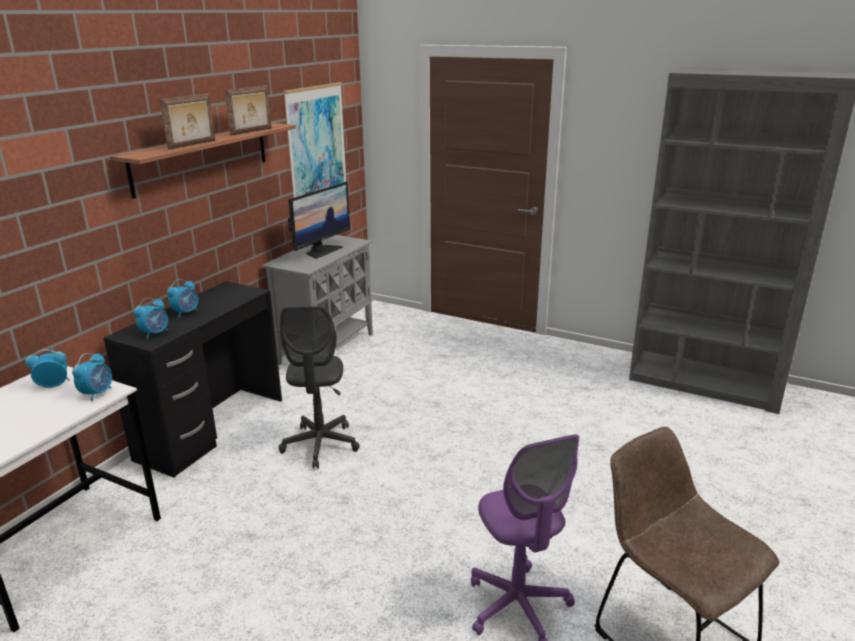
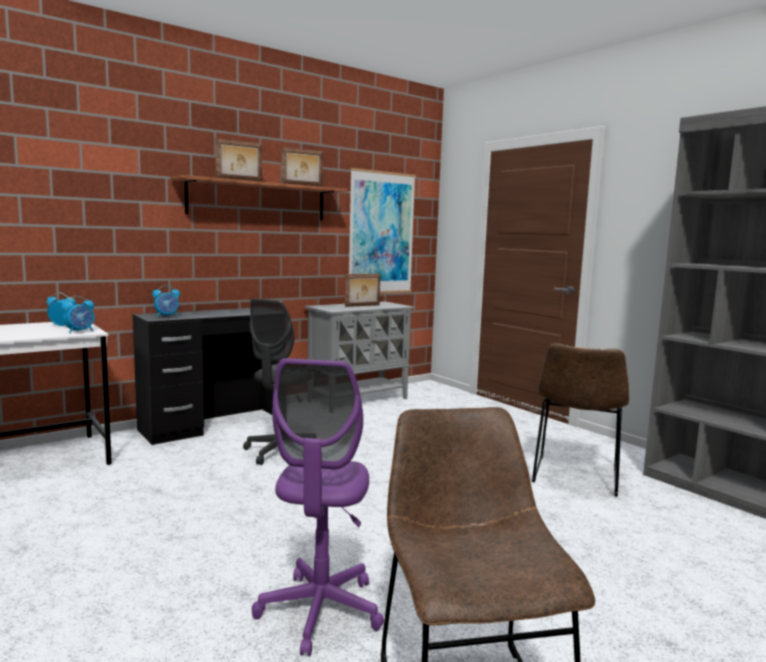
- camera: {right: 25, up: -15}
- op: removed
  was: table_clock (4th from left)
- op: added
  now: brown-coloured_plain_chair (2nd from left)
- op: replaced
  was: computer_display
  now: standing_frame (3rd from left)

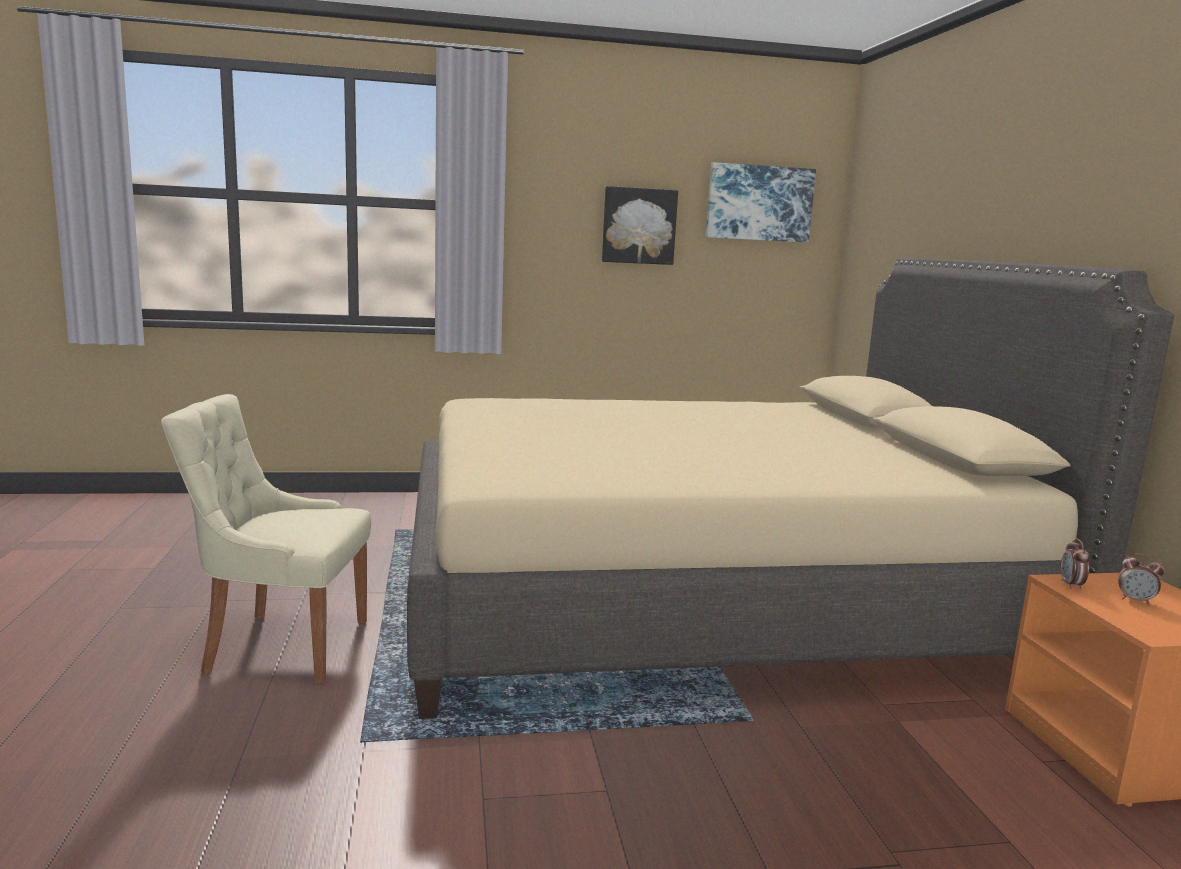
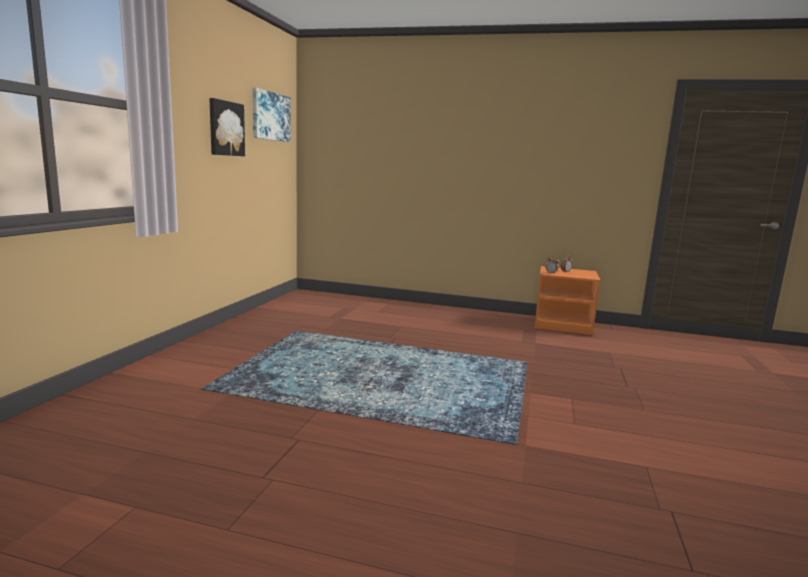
- camera: {right: -65, up: 0}
- op: removed
  was: beige-coloured_plain_chair
- op: removed
  was: beige-coloured_bedroom_bed

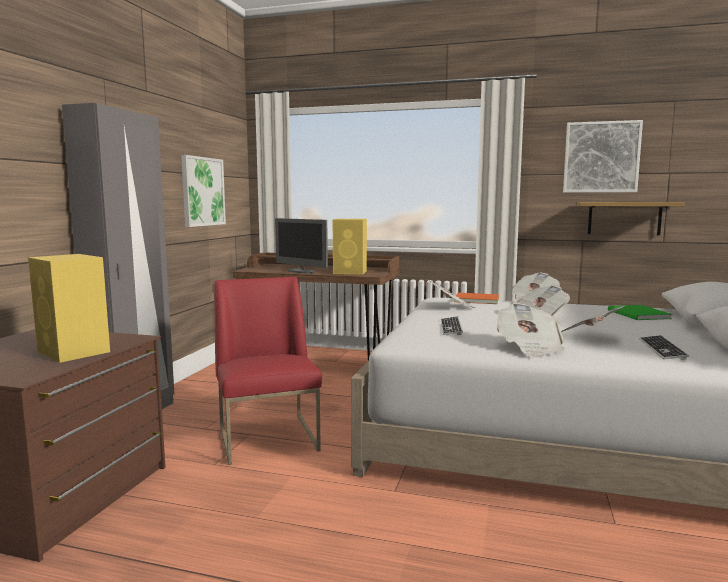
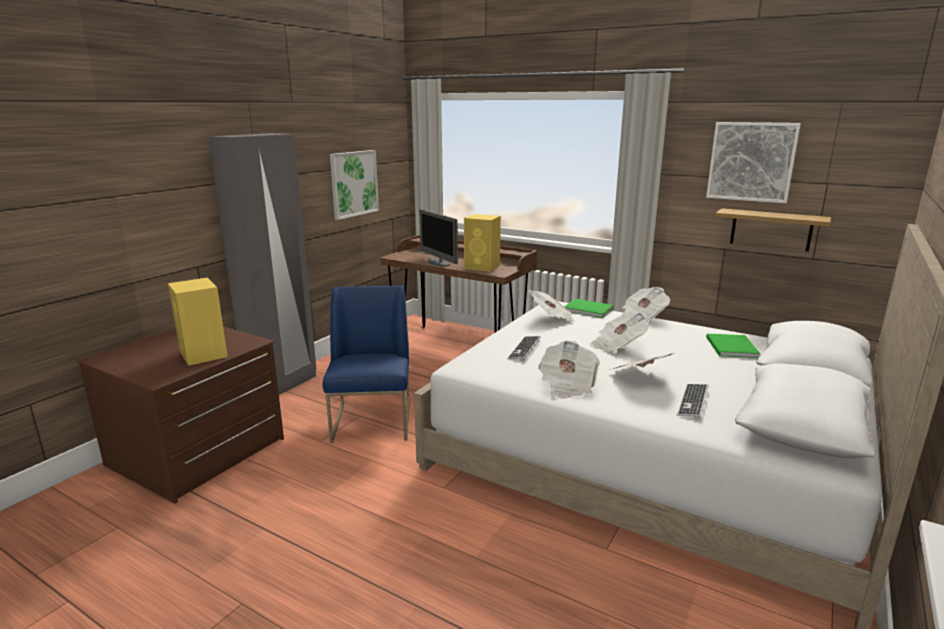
- camera: {right: 15, up: 10}
- op: recoloured
  was: red-coloured_plain_chair
  now: blue_plain_chair
- op: recoloured
  was: orange_book
  now: green-coloured_book (1st from left)

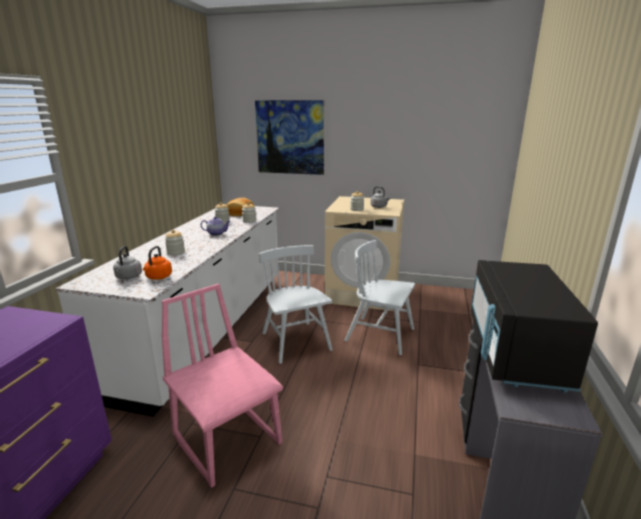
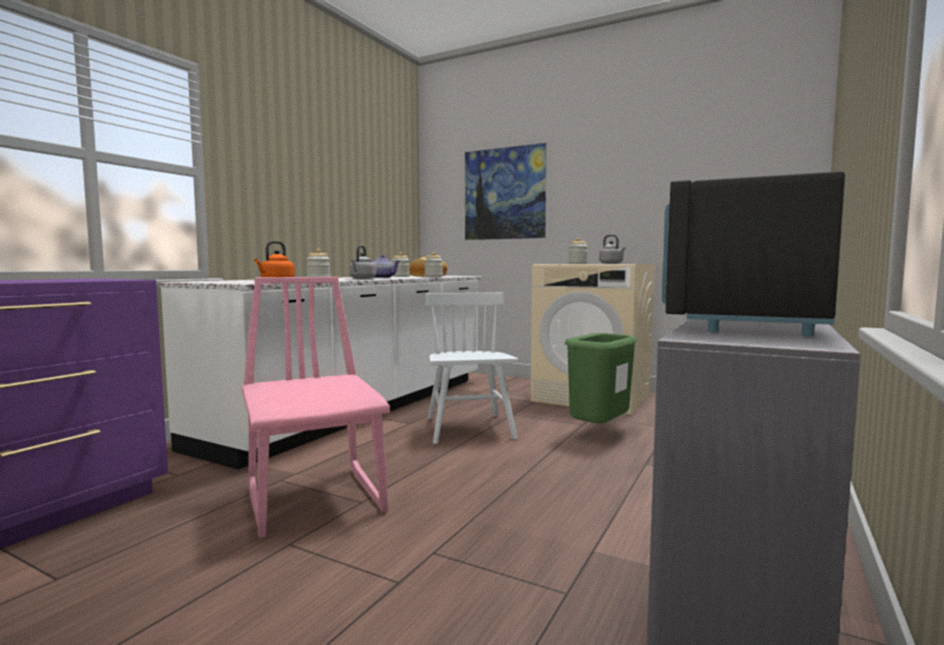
- camera: {right: 15, up: -15}
- op: moved
  was: gray_tea_kettle (1st from left)
- op: replaced
  was: white-coloured_plain_chair (2nd from left)
  now: green-coloured_trash_can

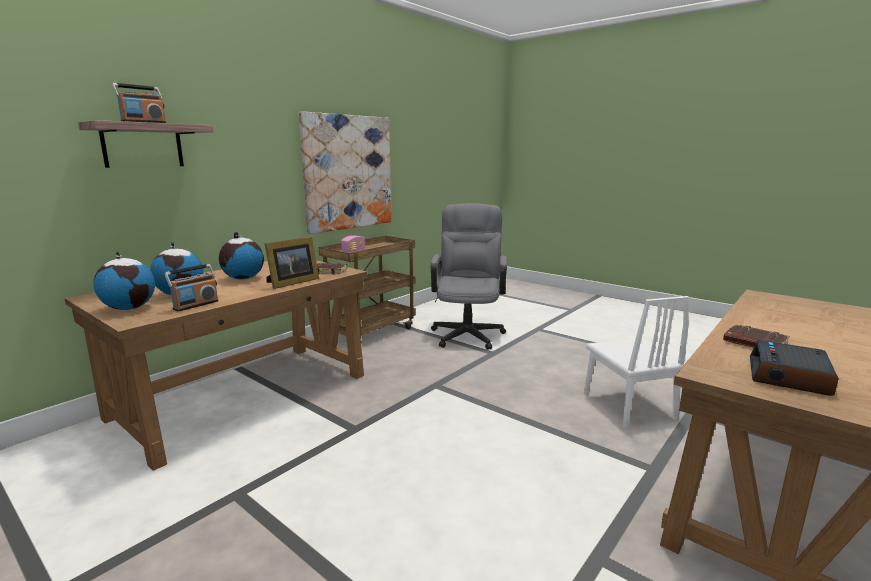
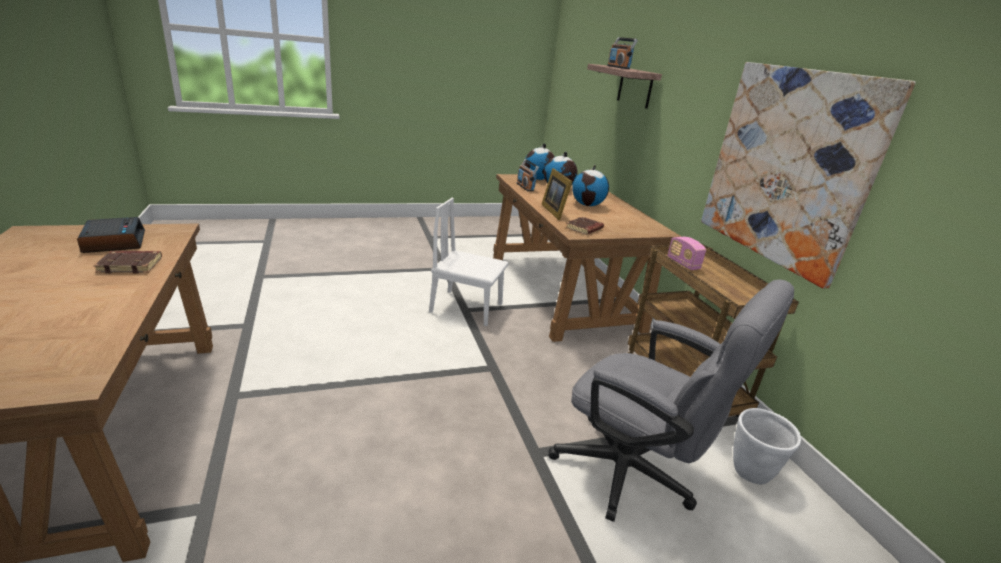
- camera: {right: 120, up: 10}
- op: added
  now: white-coloured_planter
- op: moved
  was: white-coloured_plain_chair

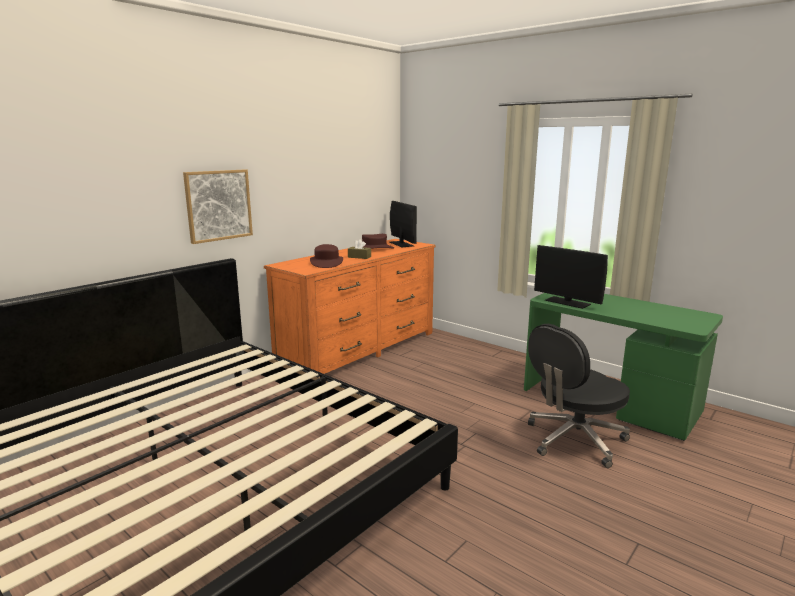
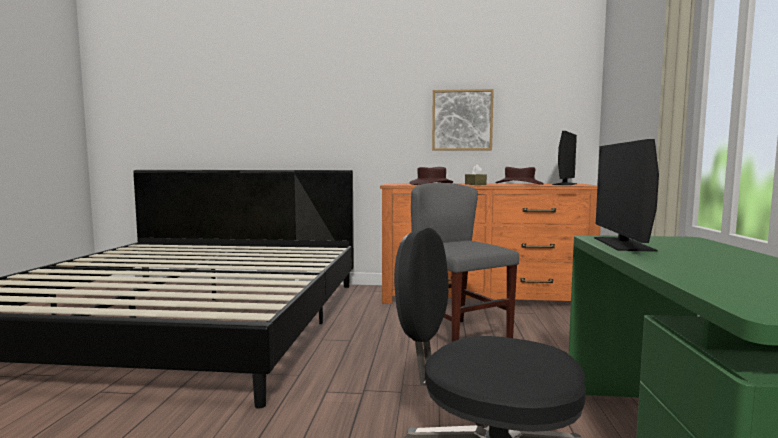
- camera: {right: 55, up: -10}
- op: added
  now: gray_plain_chair
- op: moved
  was: picture

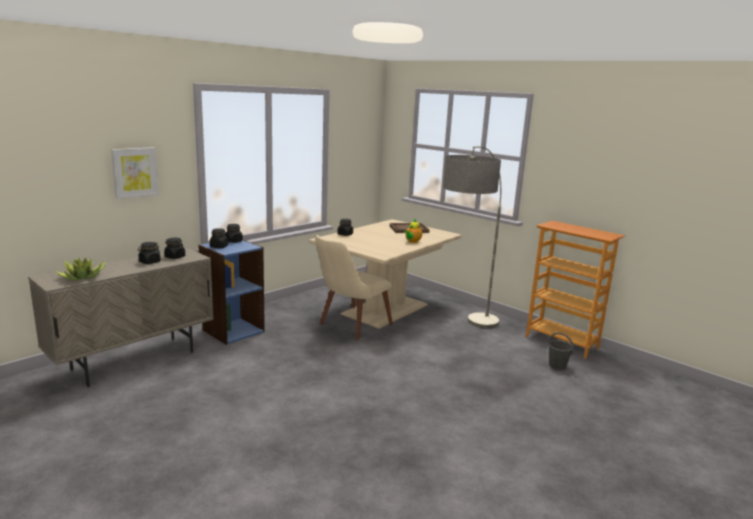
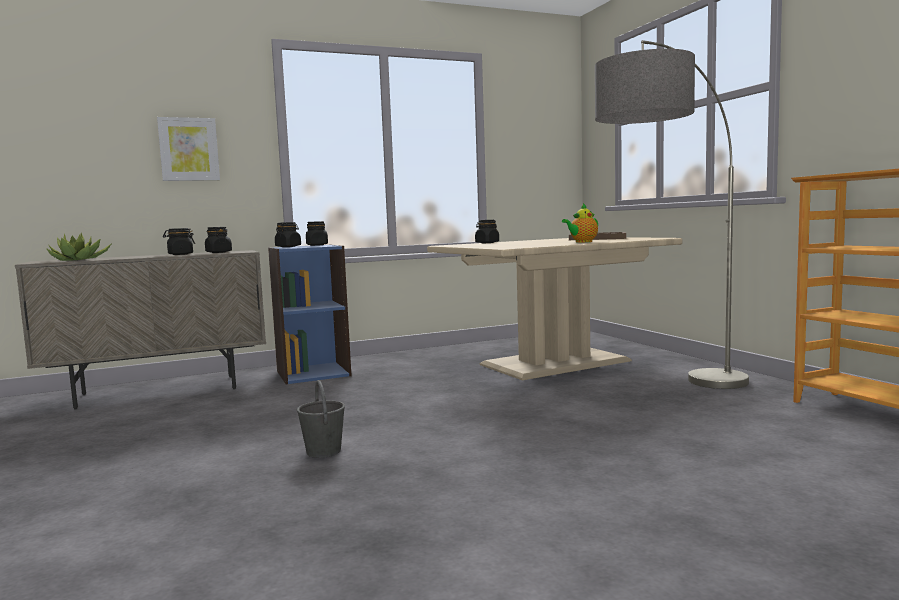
- camera: {right: 25, up: -10}
- op: removed
  was: beige-coloured_plain_chair
- op: moved
  was: gray_water_bucket

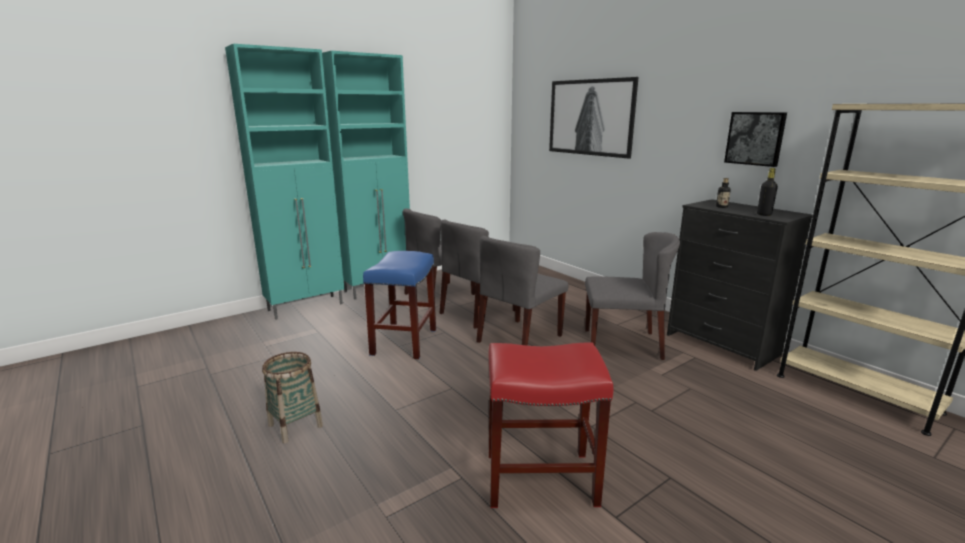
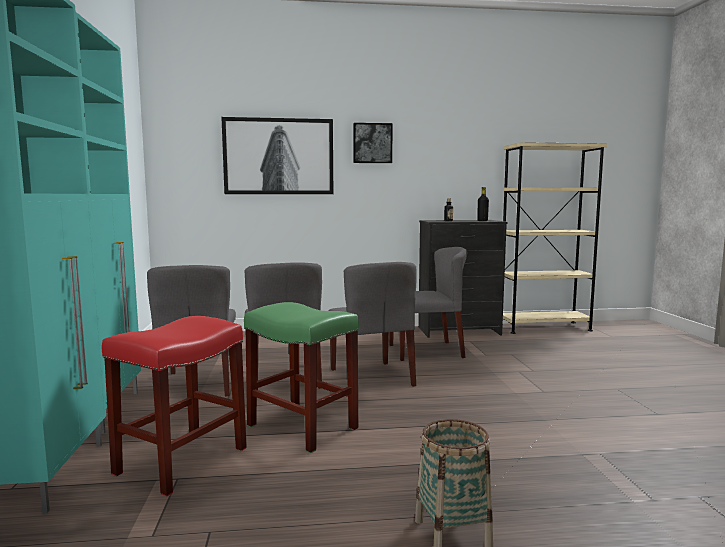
- camera: {right: -60, up: -10}
- op: moved
  was: red-coloured_stool
- op: moved
  was: picture (2nd from left)
- op: recoloured
  was: blue_stool
  now: green-coloured_stool
- op: turned
  was: gray_plain_chair (4th from left)
  clockwise: 45

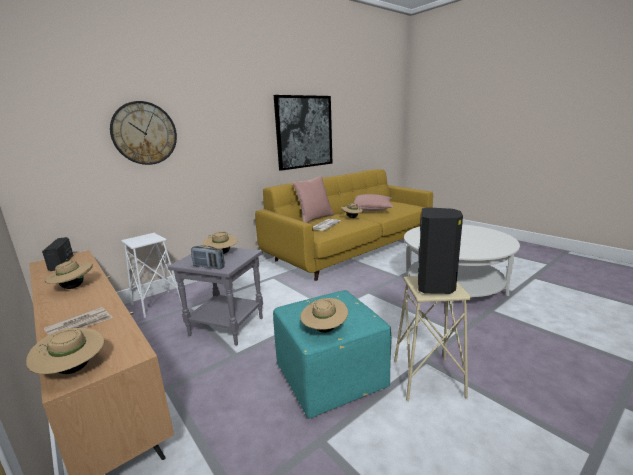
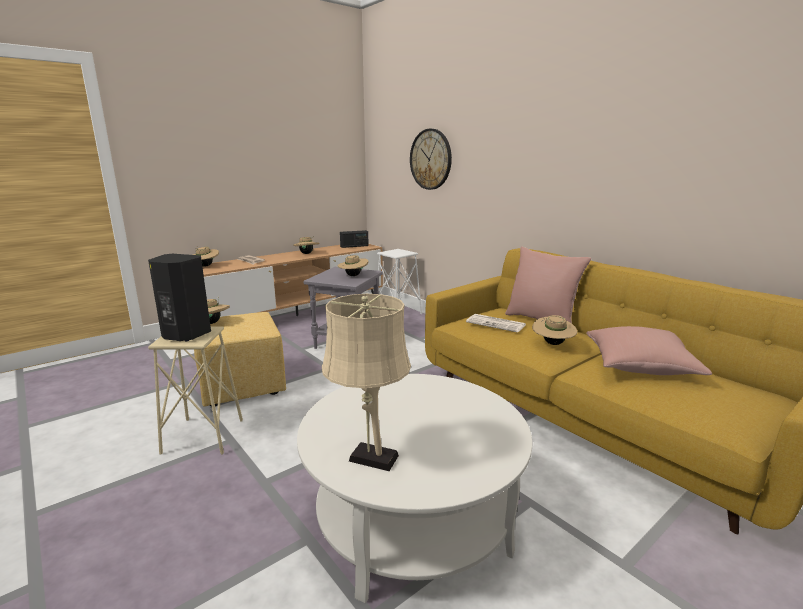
- camera: {right: 90, up: 0}
- op: removed
  was: radio (2nd from left)
- op: removed
  was: picture
- op: added
  now: beige-coloured_tabletop_lamp
- op: recoloured
  was: blue-green_footrest
  now: yellow_footrest

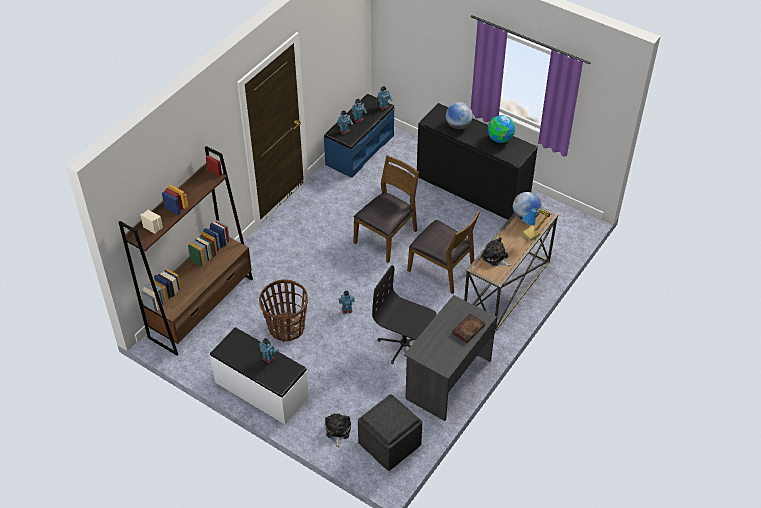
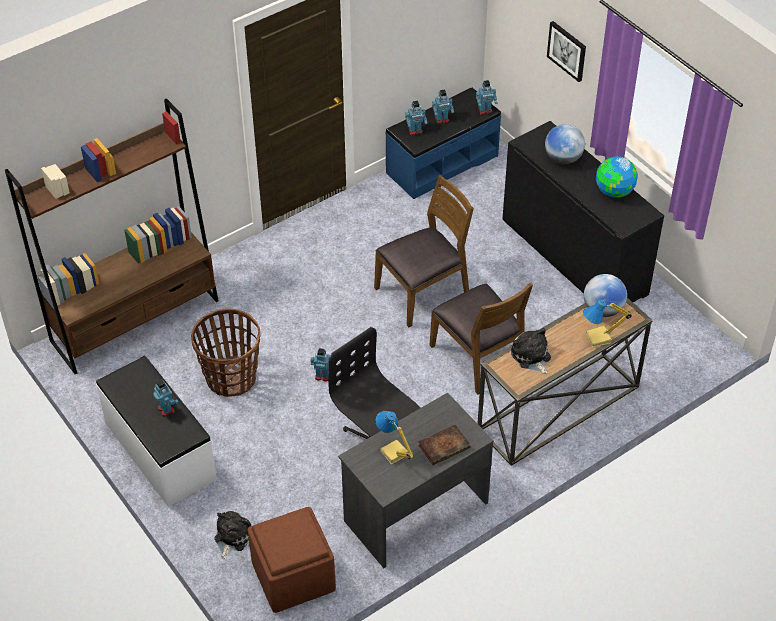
- camera: {right: 20, up: 0}
- op: added
  now: tabletop_lamp (1st from left)
- op: added
  now: picture
- op: recoloured
  was: gray_footrest
  now: brown-coloured_footrest

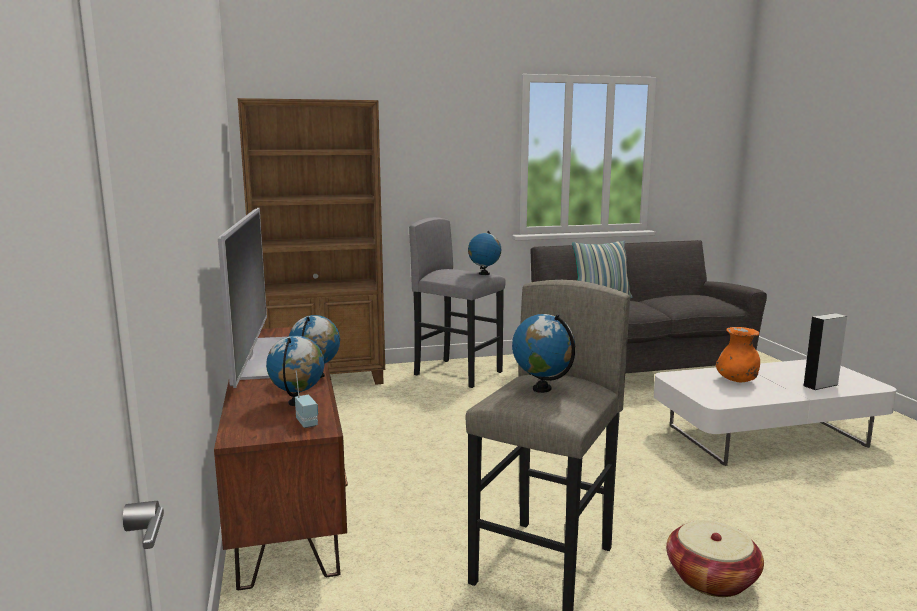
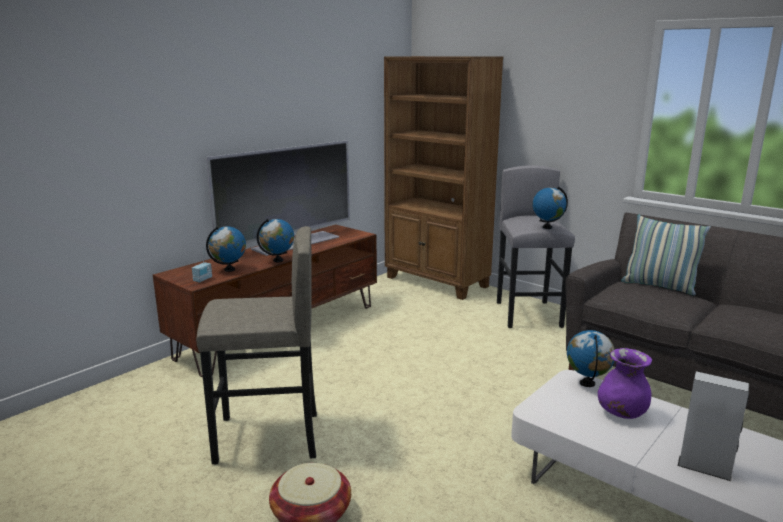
- camera: {right: 55, up: 5}
- op: moved
  was: globe (4th from left)
- op: recoloured
  was: orange_decorative_vase
  now: purple_decorative_vase

